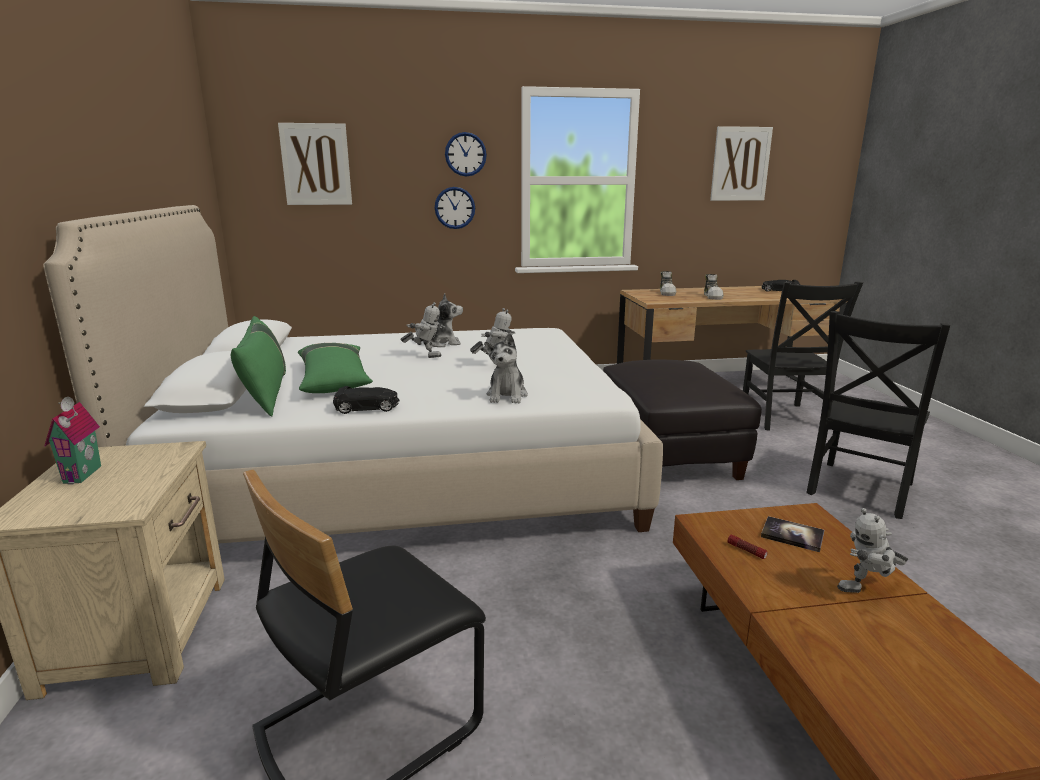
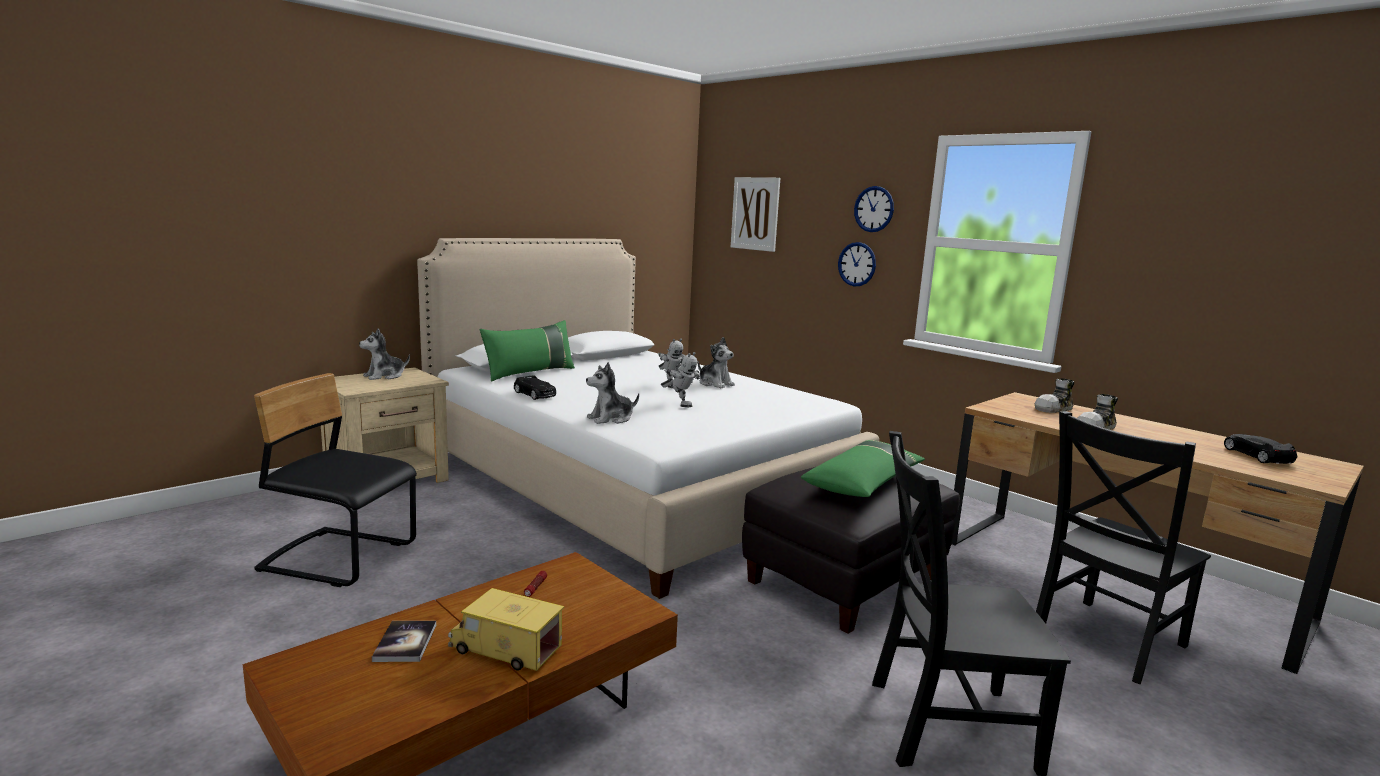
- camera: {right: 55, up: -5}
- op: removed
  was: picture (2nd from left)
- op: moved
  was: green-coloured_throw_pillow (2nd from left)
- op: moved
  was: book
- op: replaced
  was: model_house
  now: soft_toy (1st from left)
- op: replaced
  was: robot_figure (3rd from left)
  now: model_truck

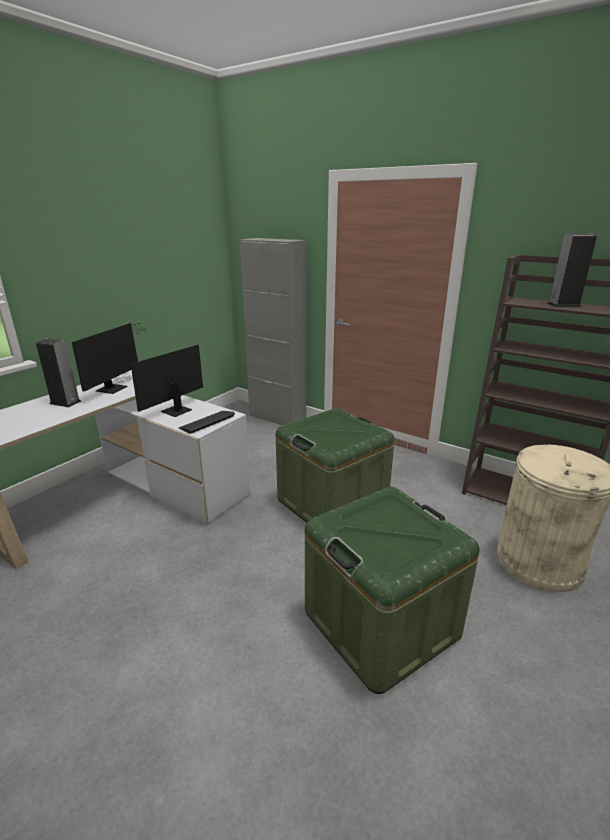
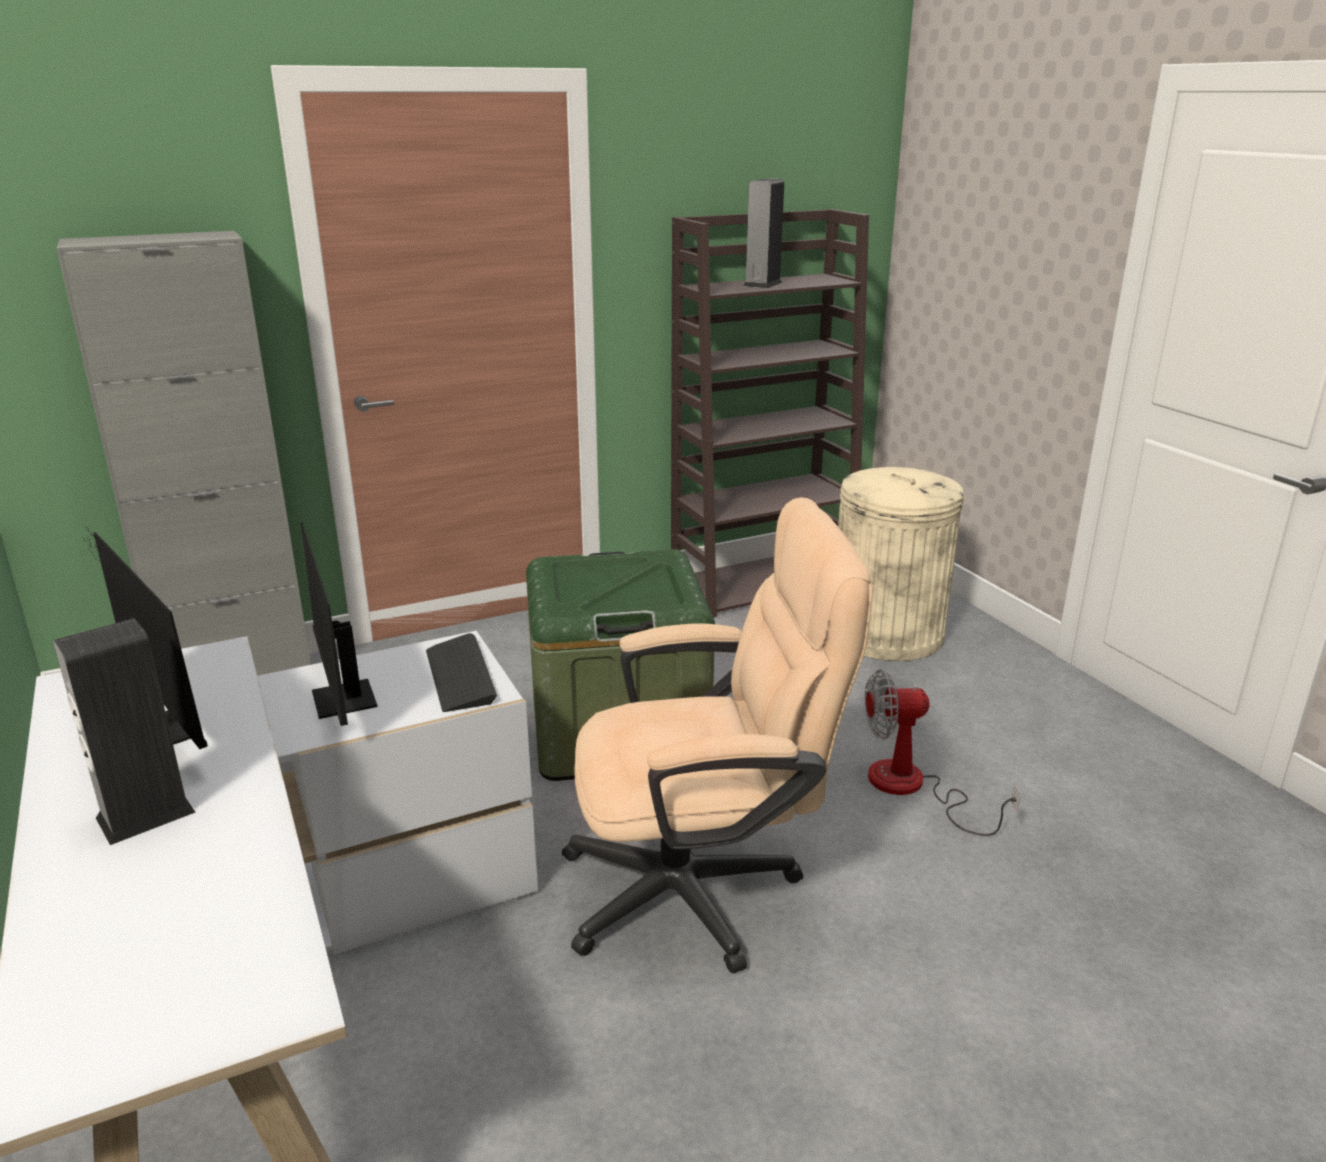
- camera: {right: -60, up: 0}
- op: added
  now: beige-coloured_office_chair
- op: replaced
  was: green-coloured_storage_bin (2nd from left)
  now: electric_fan

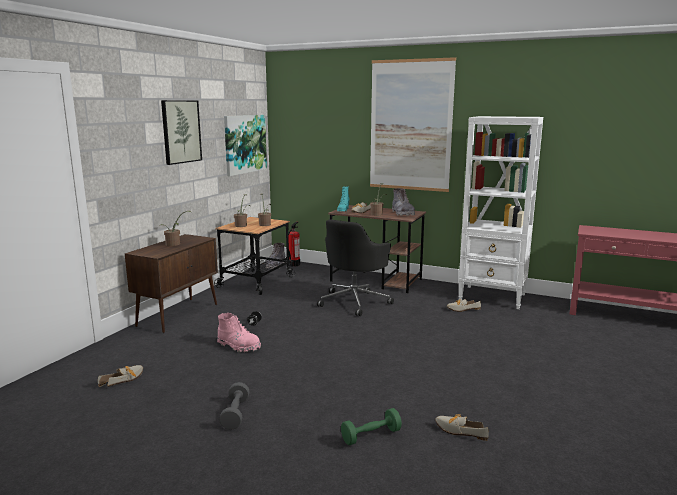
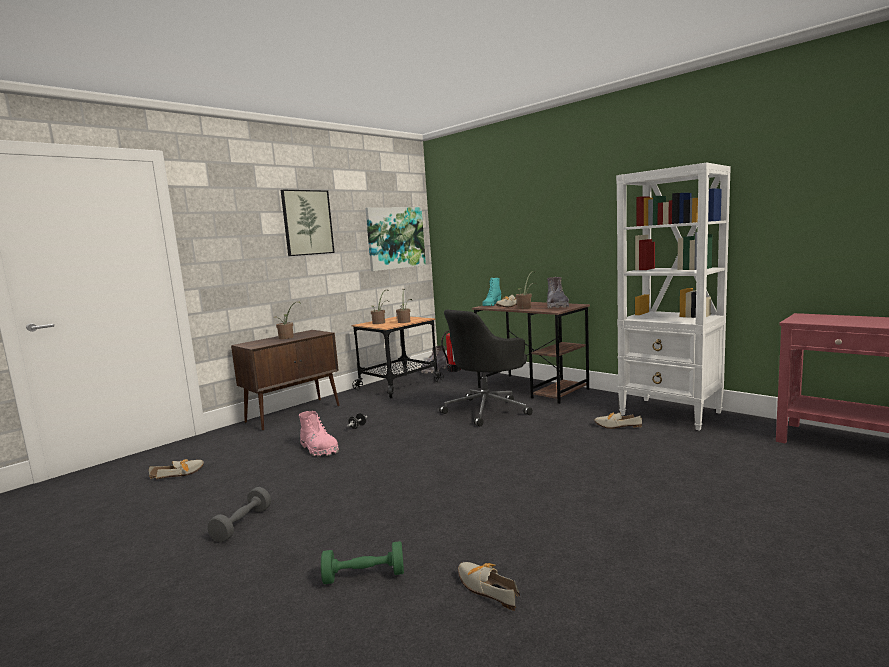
- camera: {right: 20, up: -5}
- op: removed
  was: picture (3rd from left)

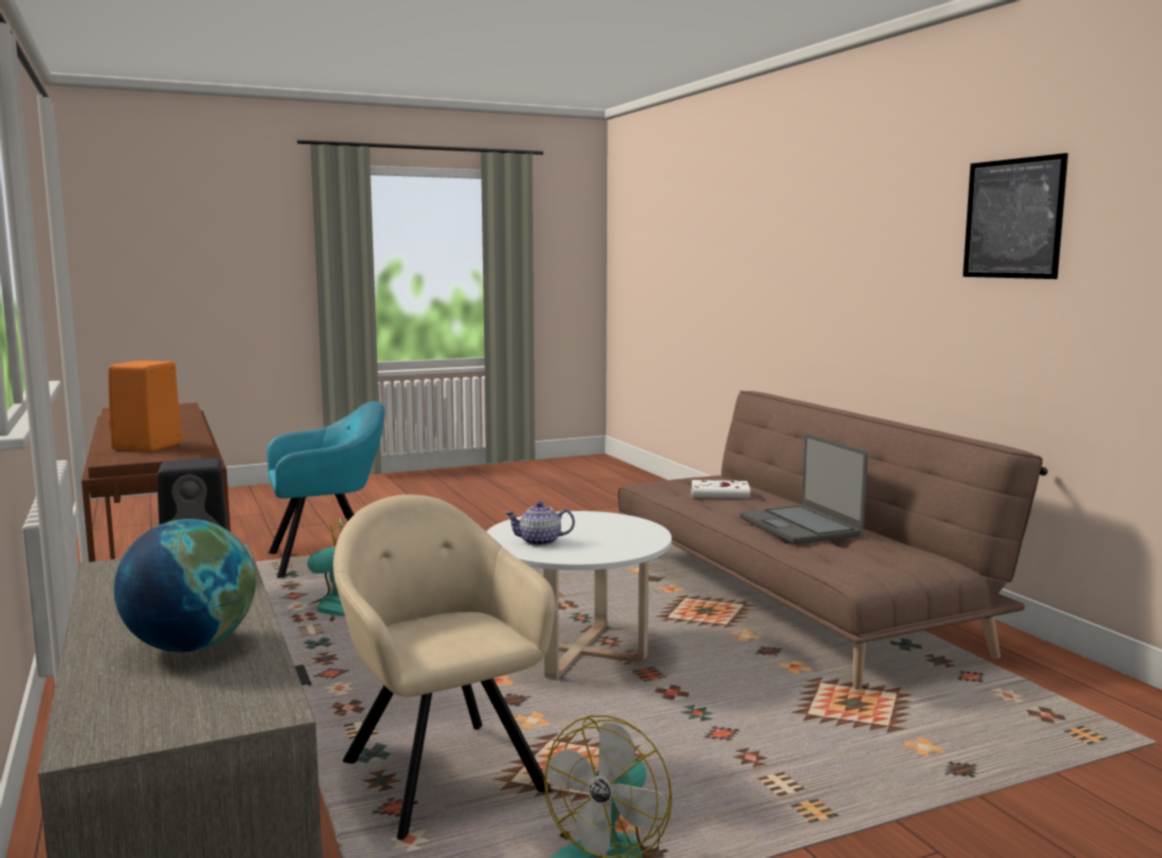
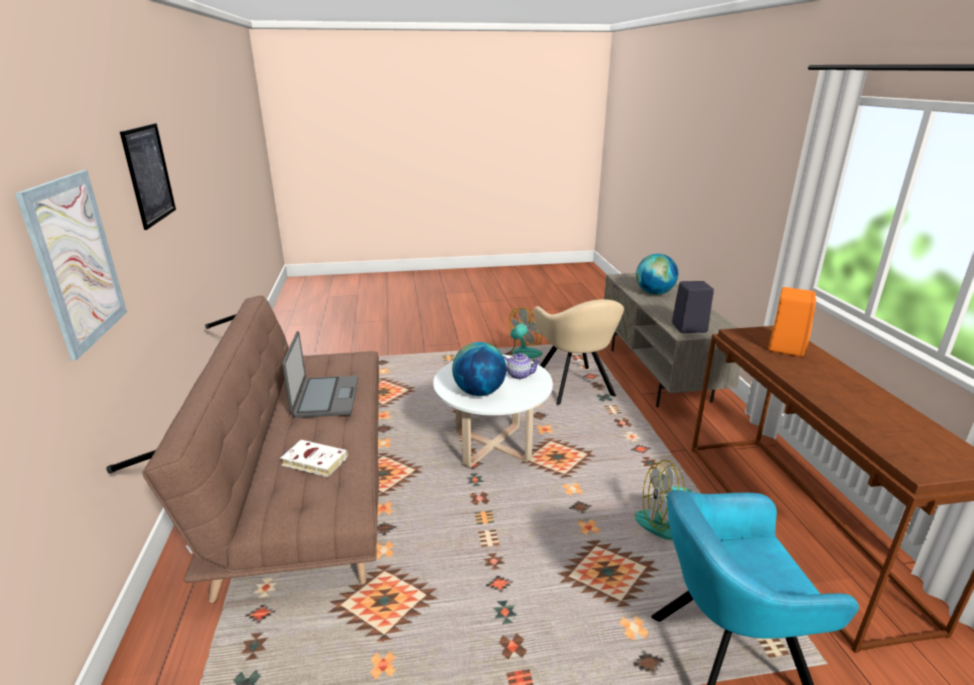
- camera: {right: -165, up: 15}
- op: added
  now: picture (1st from left)
- op: added
  now: globe (1st from left)

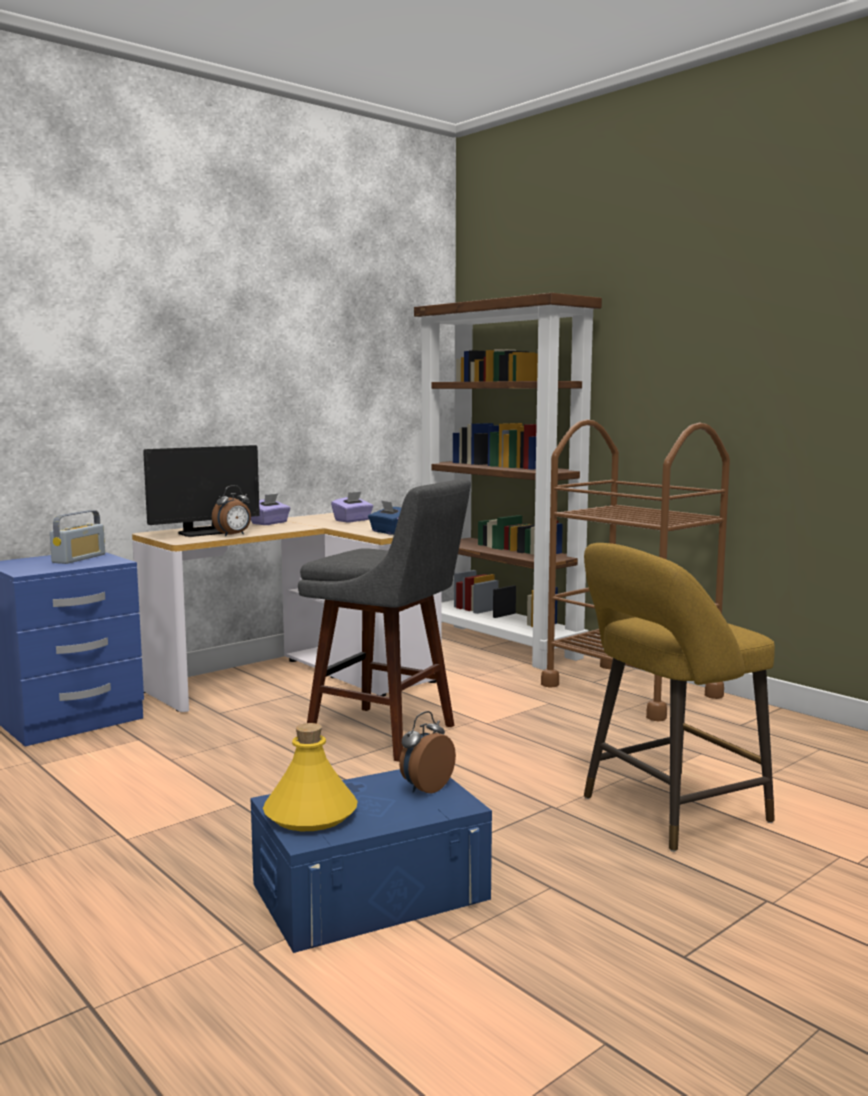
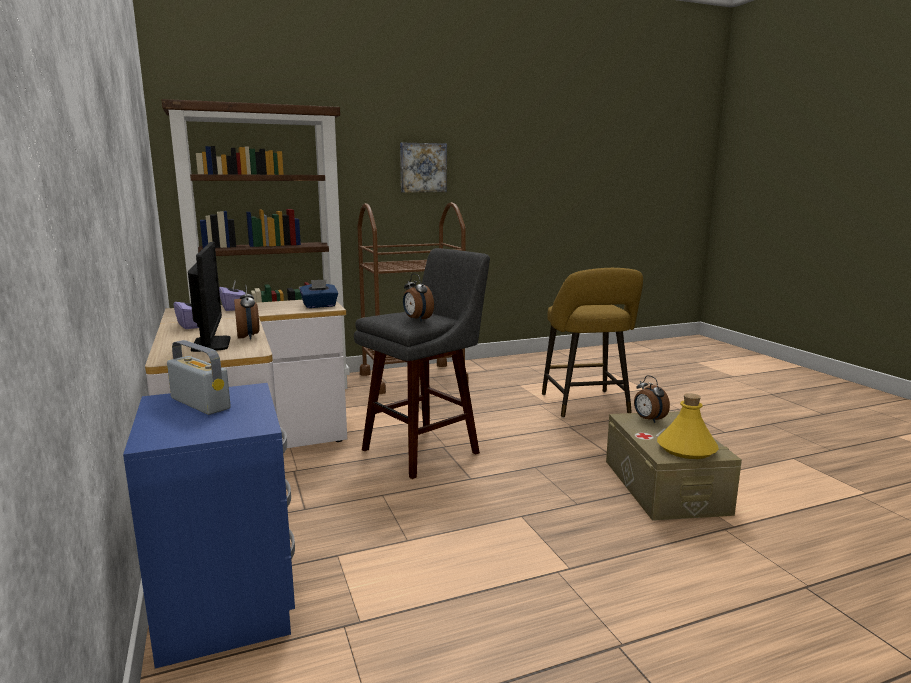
- camera: {right: -70, up: 5}
- op: added
  now: picture
- op: added
  now: table_clock (2nd from left)
- op: recoloured
  was: blue_storage_bin
  now: beige-coloured_storage_bin

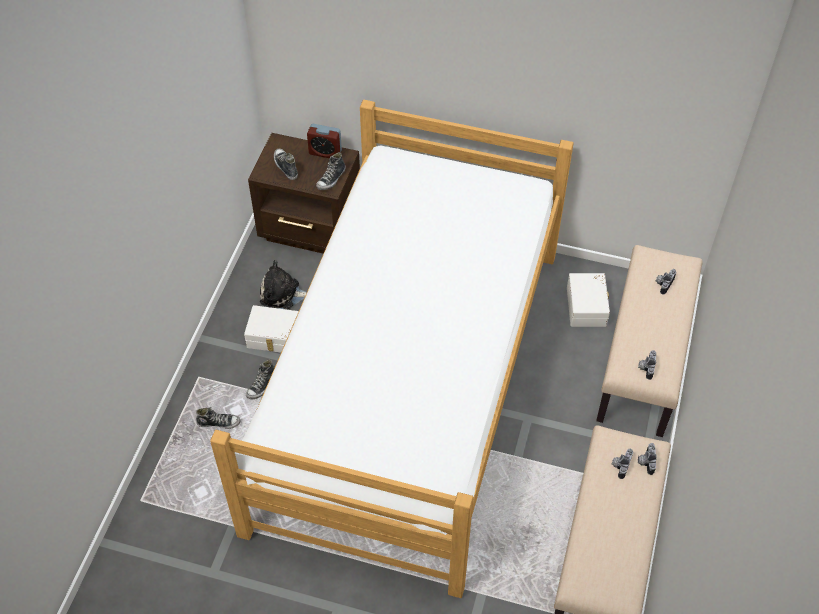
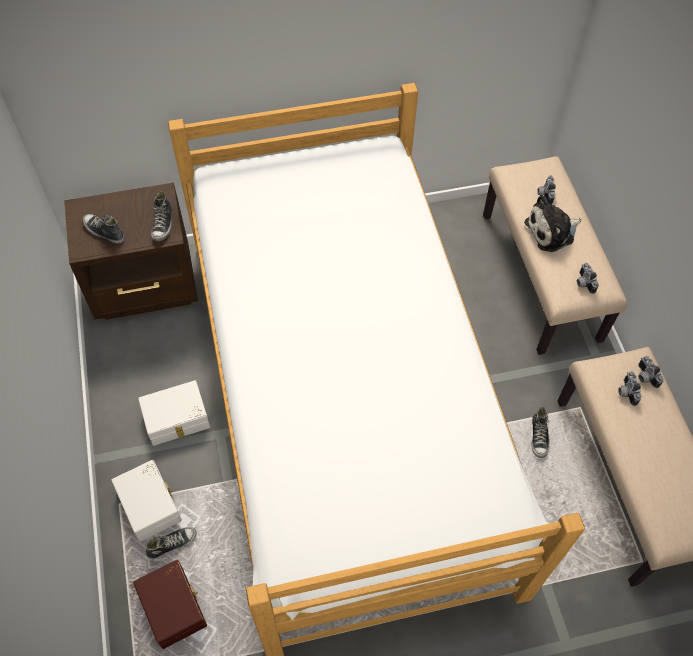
- camera: {right: -30, up: 5}
- op: removed
  was: table_clock
- op: added
  now: brown-coloured_storage_bin
- op: moved
  was: shoe (2nd from left in the first image)
  now: shoe (4th from left)
- op: moved
  was: soft_toy
- op: moved
  was: white-coloured_storage_bin (2nd from left in the first image)
  now: white-coloured_storage_bin (1st from left)

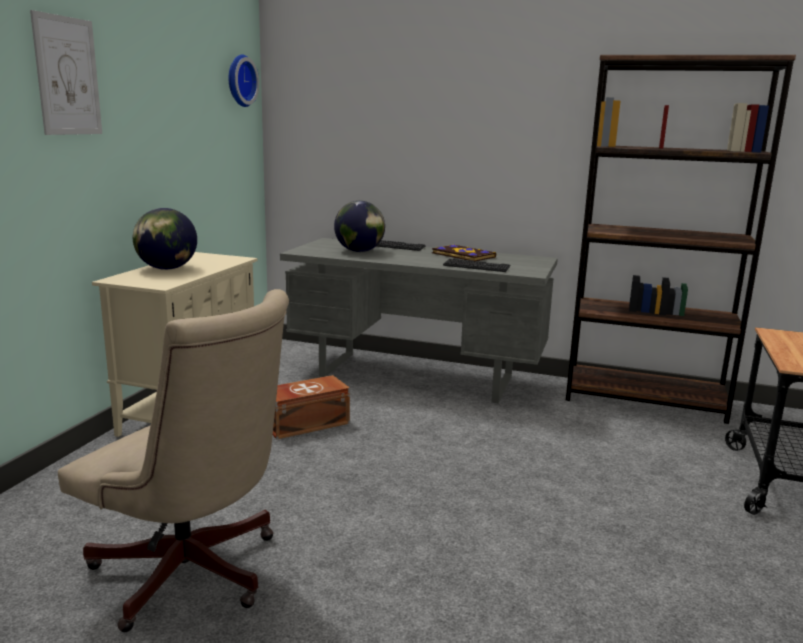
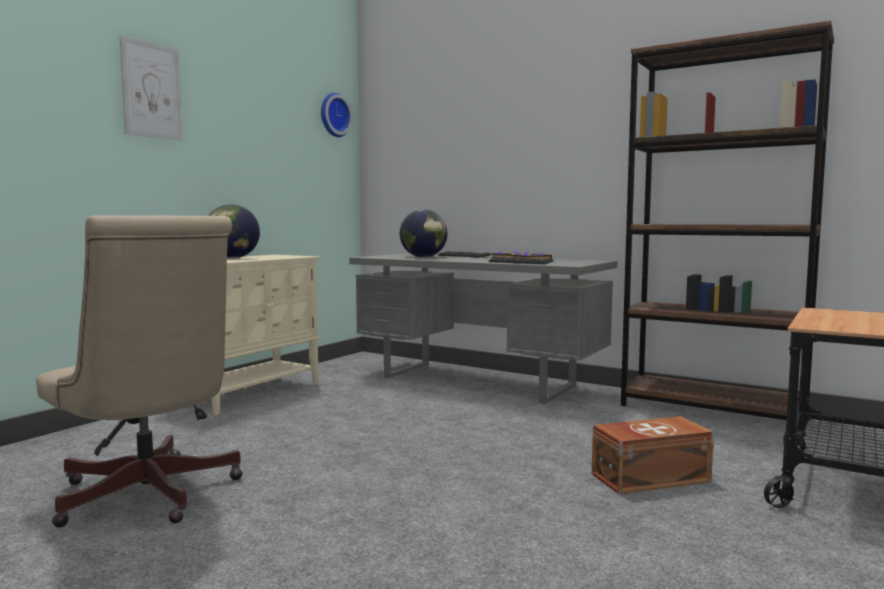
- camera: {right: 15, up: -10}
- op: moved
  was: brown-coloured_storage_bin

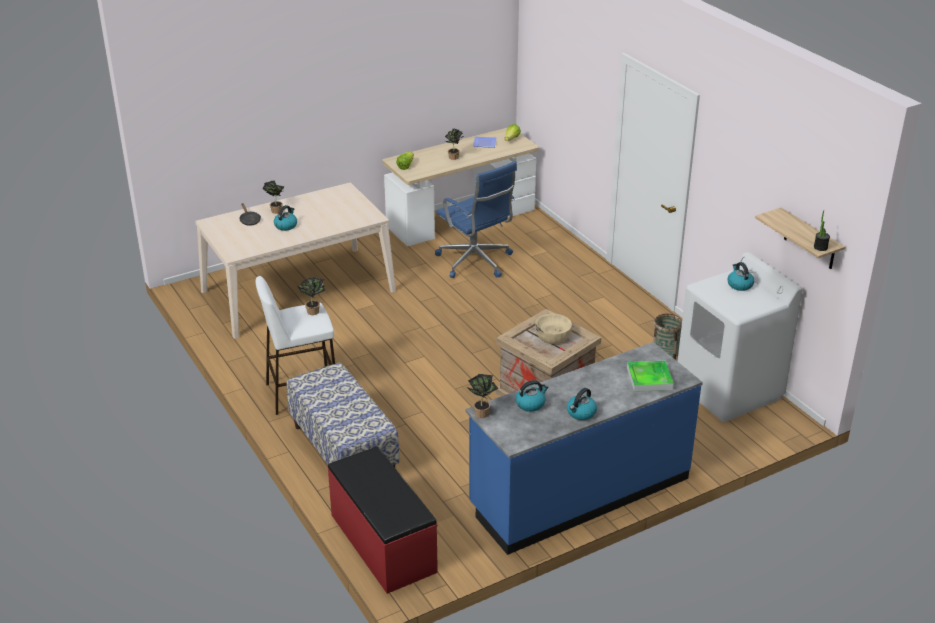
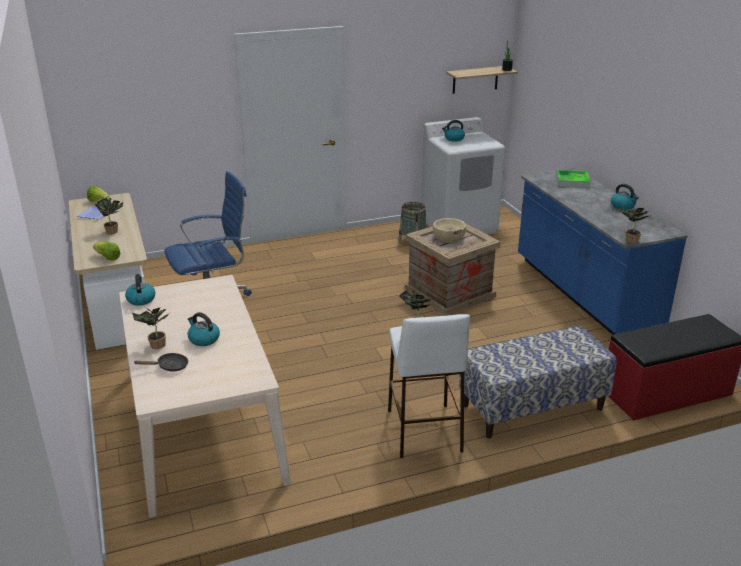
- camera: {right: -80, up: -5}
- op: moved
  was: tea_kettle (2nd from left in the first image)
  now: tea_kettle (1st from left)

